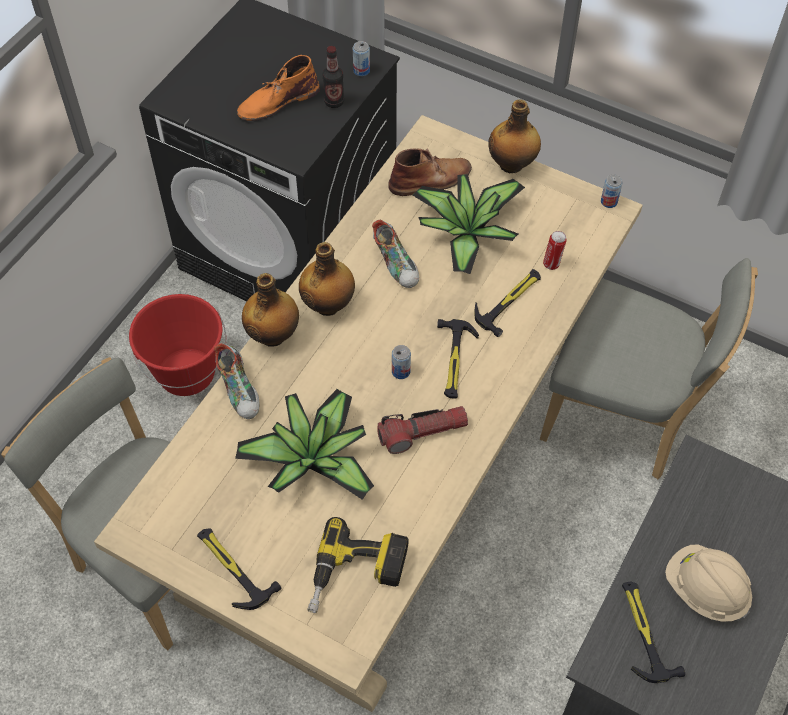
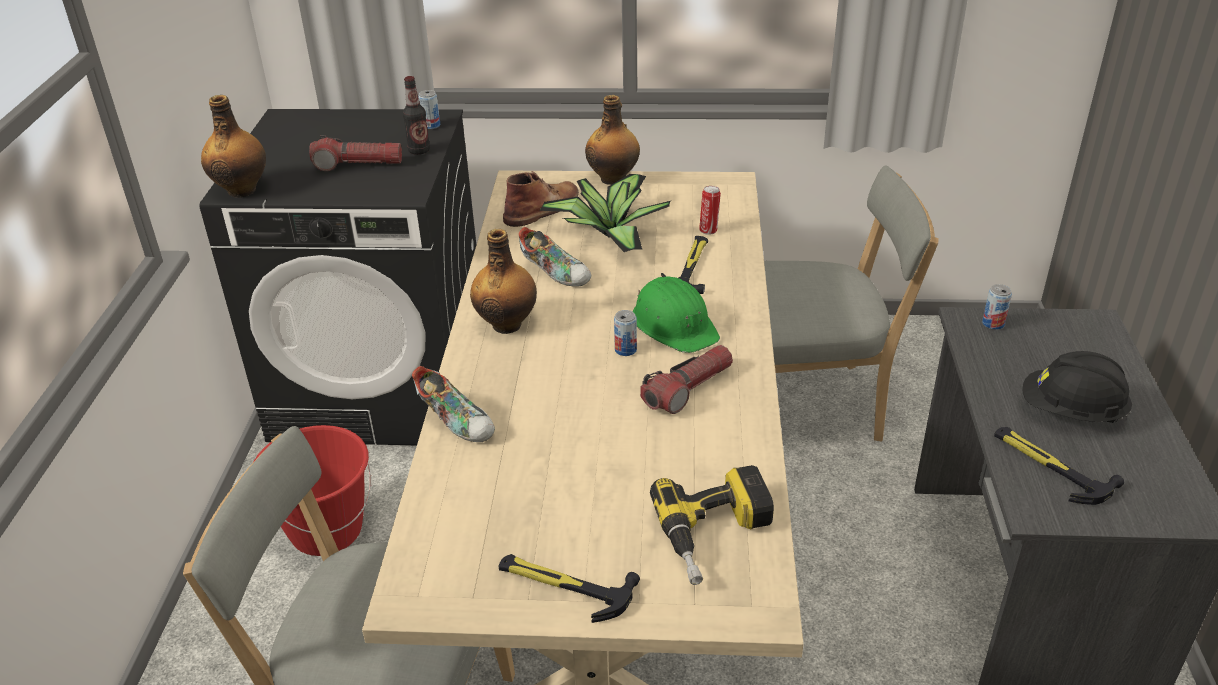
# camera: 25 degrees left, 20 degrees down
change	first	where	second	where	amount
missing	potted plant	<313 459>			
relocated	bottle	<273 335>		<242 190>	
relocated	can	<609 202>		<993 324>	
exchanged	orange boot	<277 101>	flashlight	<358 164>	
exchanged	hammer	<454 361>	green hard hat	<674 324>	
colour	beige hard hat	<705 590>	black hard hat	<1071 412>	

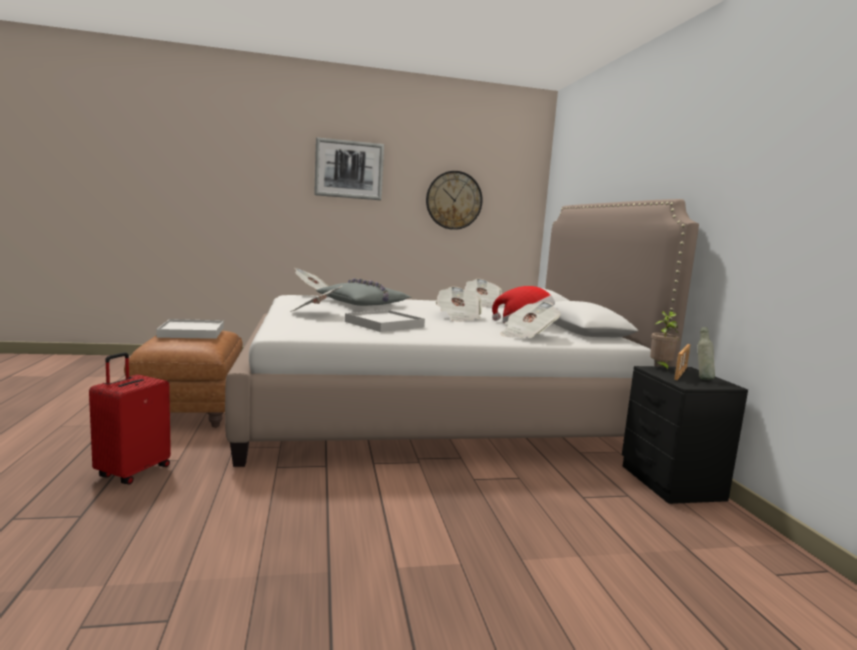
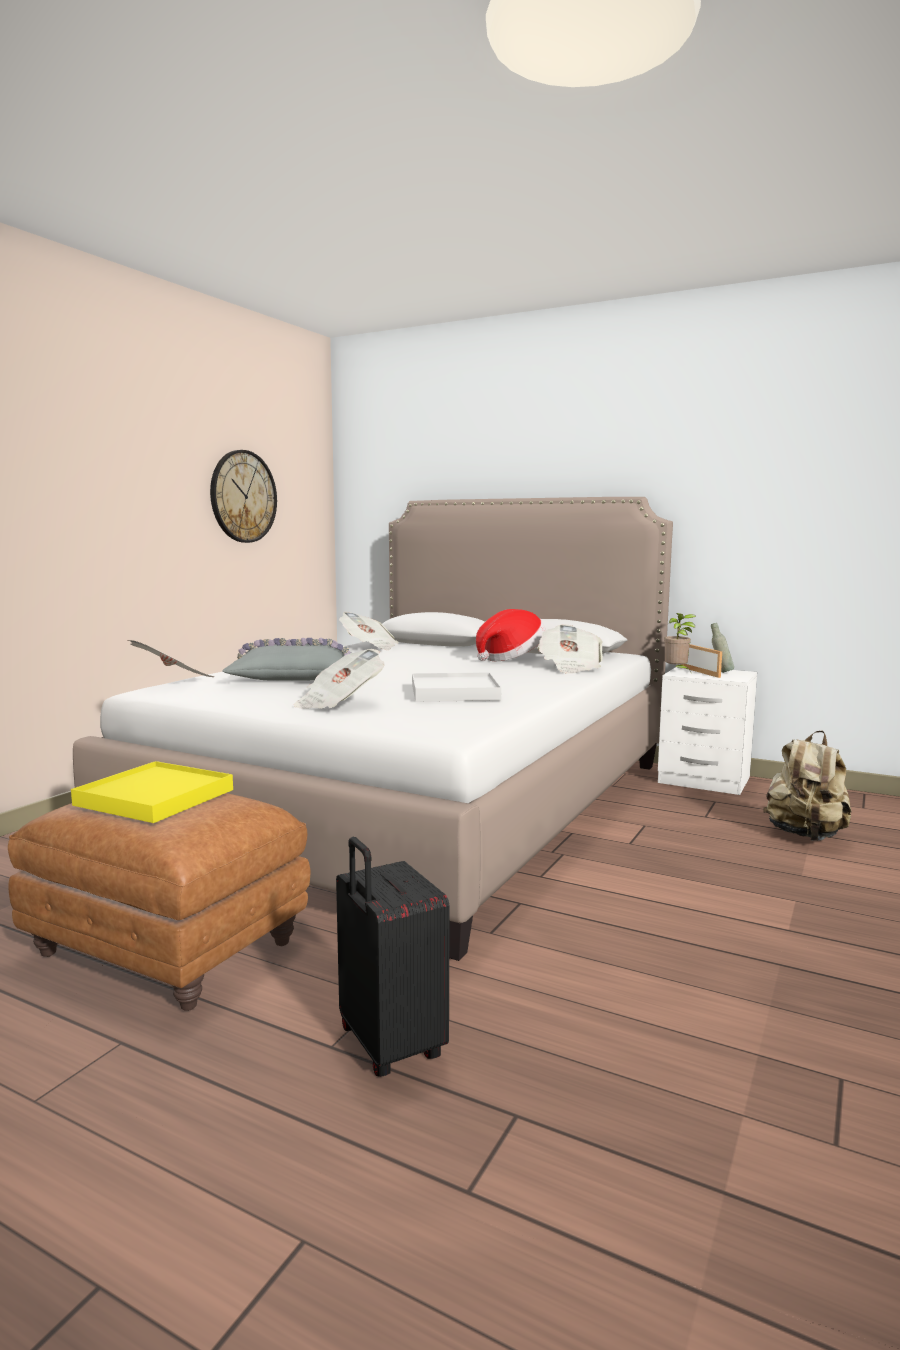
# camera: 50 degrees left, 0 degrees up
change	first	where	second	where	amount
missing	picture	<349 169>			
missing	newspaper	<458 317>			
appeared			beige backpack	<805 835>	
colour	red suitcase	<132 472>	black suitcase	<388 1045>	
colour	white tray	<192 332>	yellow tray	<155 797>	
colour	black nightstand	<671 483>	white nightstand	<705 781>	

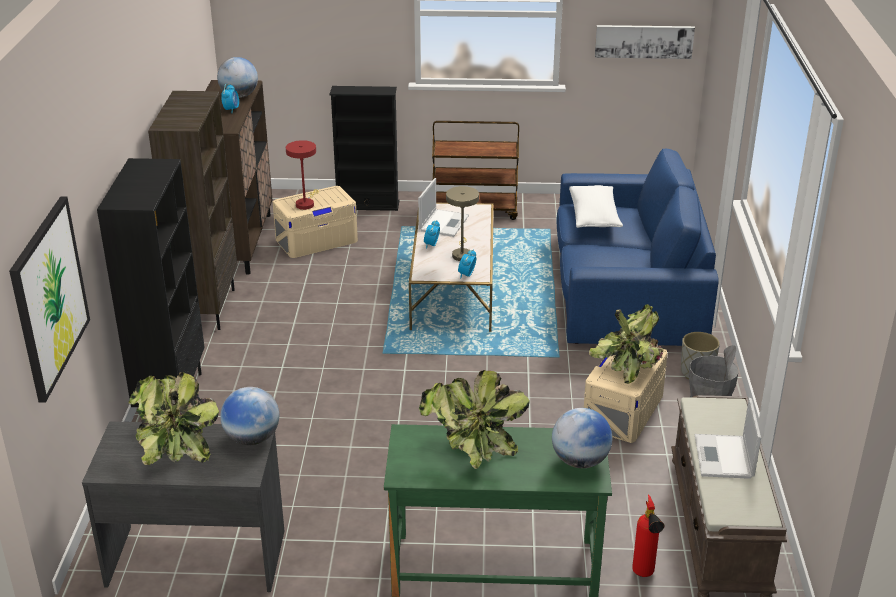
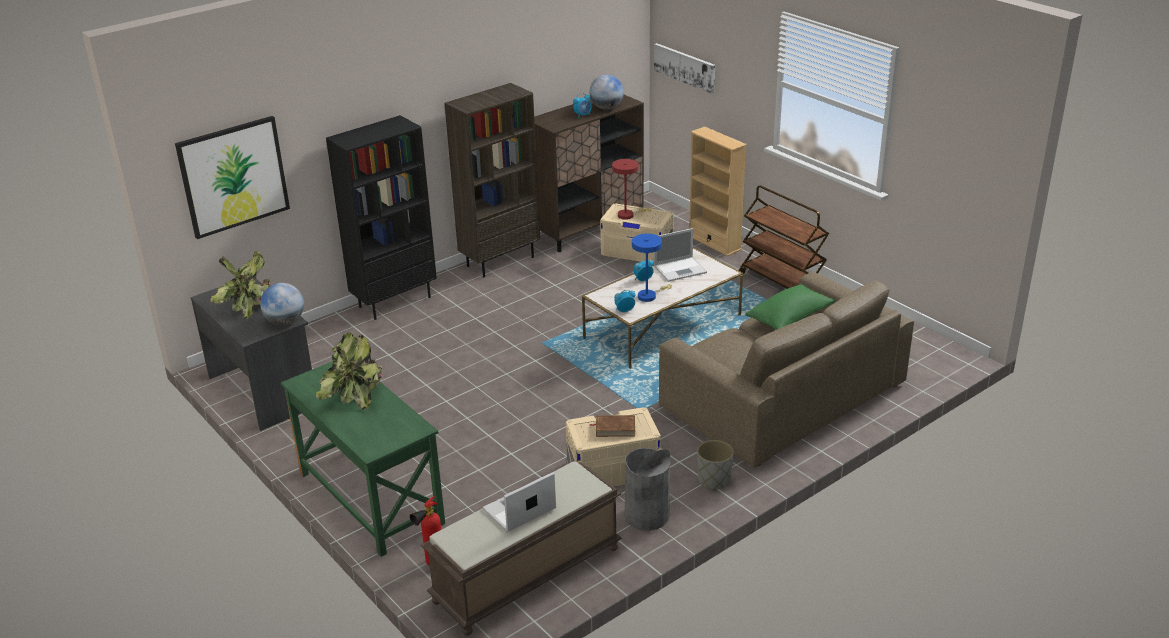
# camera: 50 degrees right, 0 degrees up
change	first	where	second	where	amount
missing	globe	<580 461>			
relocated	picture	<644 41>		<685 67>	
exchanged	potted plant	<629 364>	brown book	<615 428>	
colour	black bookcase	<367 205>	beige bookcase	<714 242>	
colour	beige table lamp	<461 254>	blue table lamp	<649 295>	
colour	blue sofa	<625 289>	brown sofa	<781 396>	
colour	white pillow	<594 217>	green pillow	<789 318>	

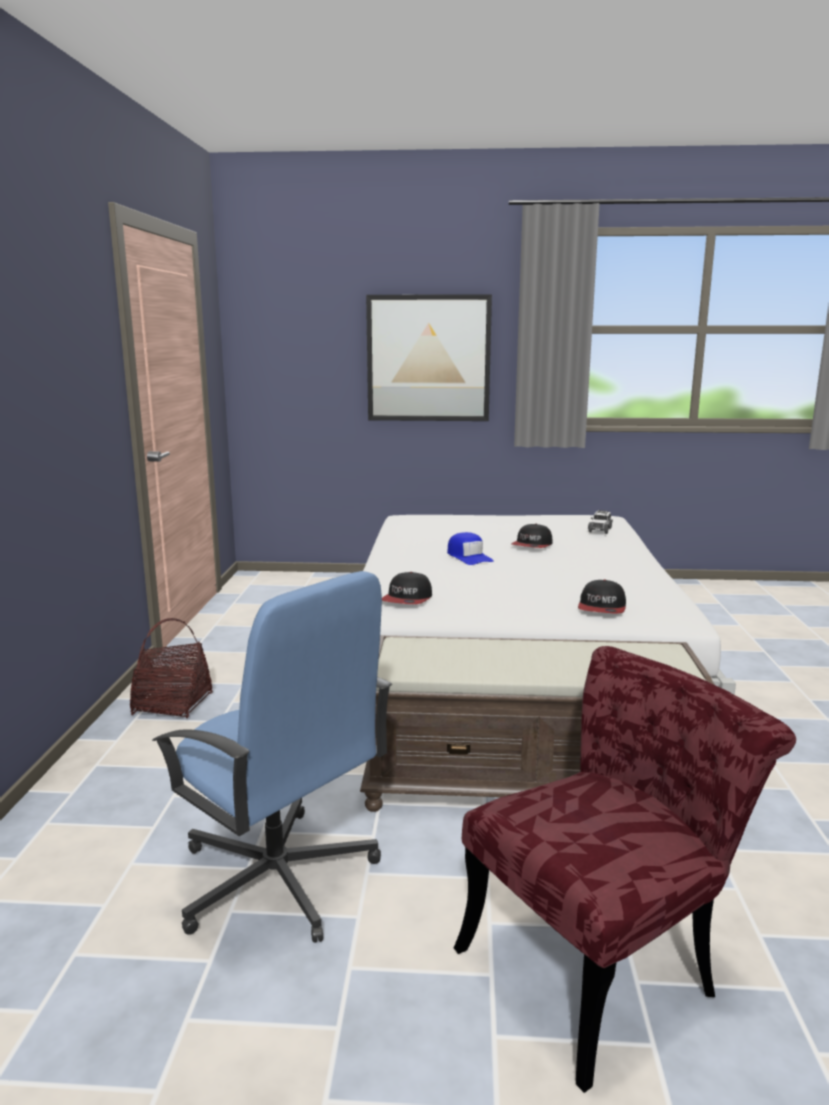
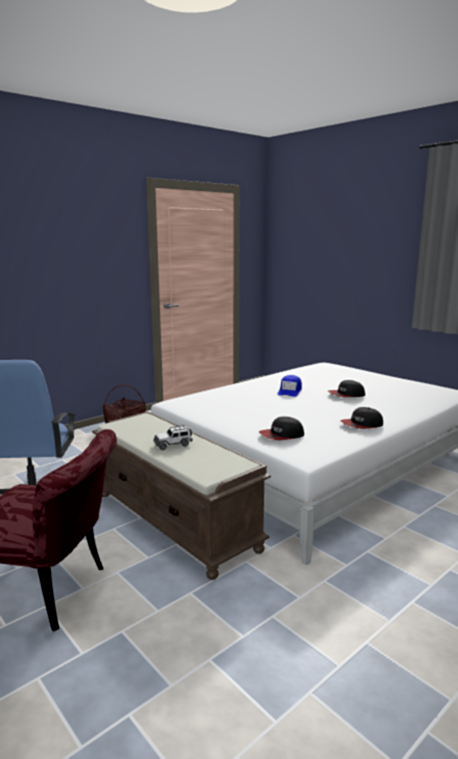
# camera: 45 degrees right, 0 degrees up
change	first	where	second	where	amount
missing	picture	<428 358>			
relocated	cap	<408 599>		<362 425>	
relocated	toy car	<600 530>		<173 444>	

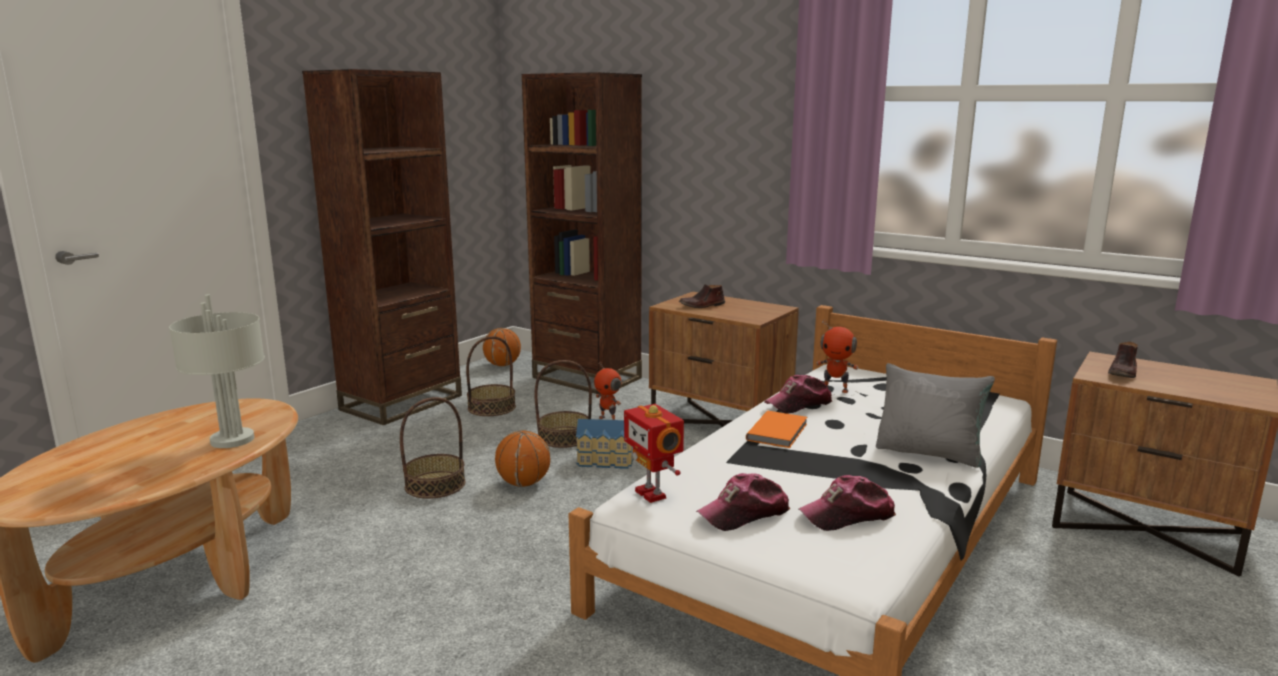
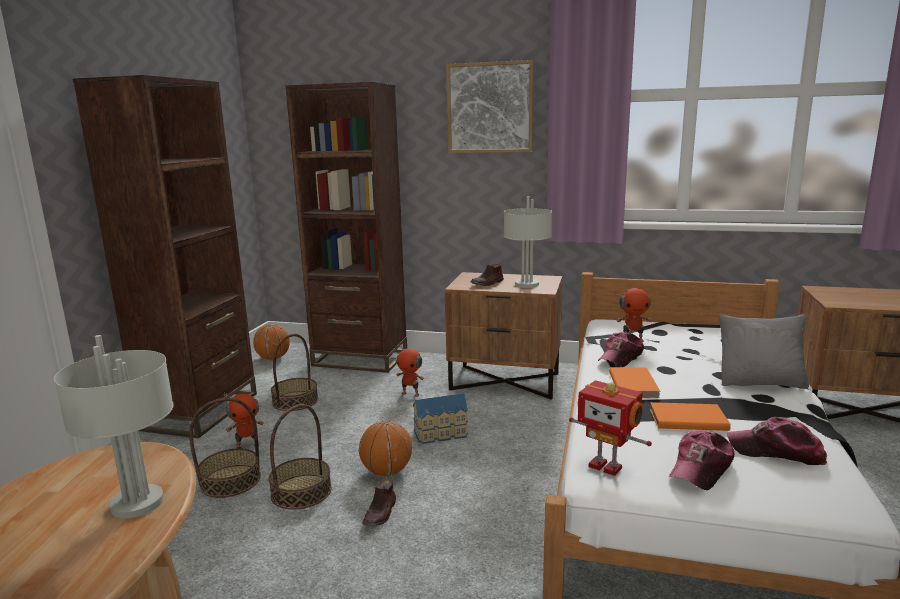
# camera: 20 degrees left, 0 degrees up
change	first	where	second	where	amount
appeared			toy robot	<247 446>	
appeared			picture	<490 108>	
appeared			grey table lamp	<526 284>	
appeared			orange book	<686 419>	
relocated	basket	<564 437>		<230 481>	
relocated	brown shoe	<1123 373>		<380 513>	
spun	cap	<847 515>		<776 451>	60 degrees clockwise

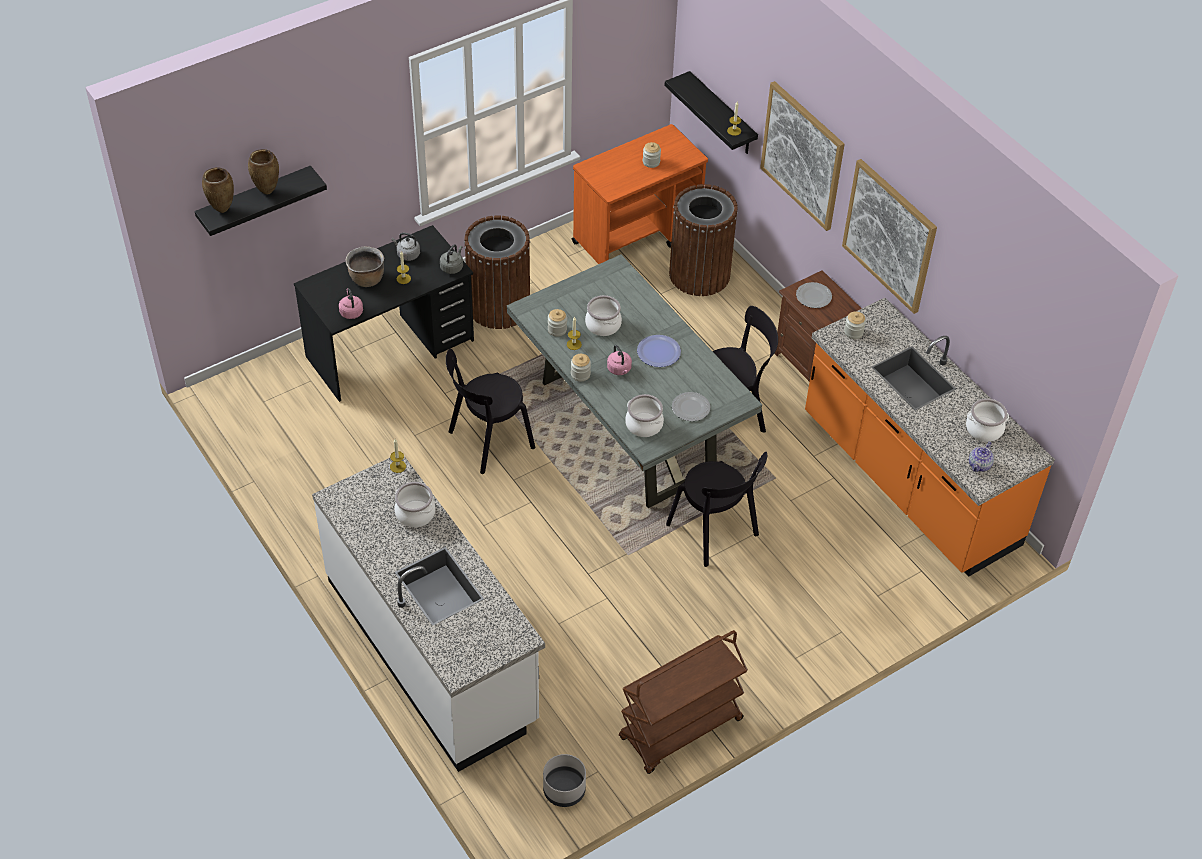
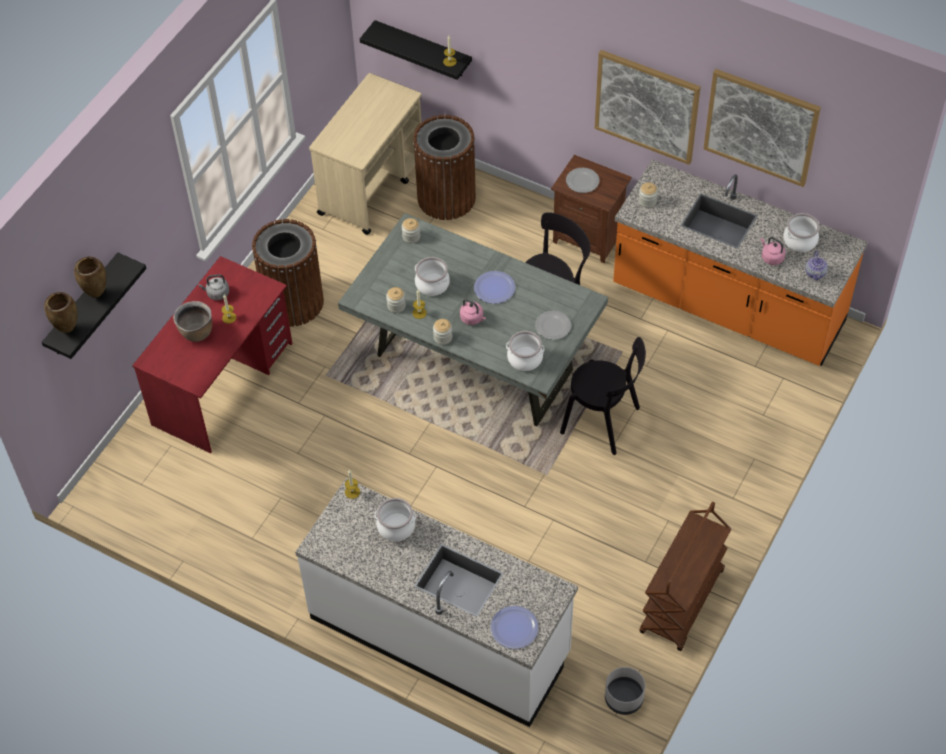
# camera: 25 degrees left, 5 degrees up
change	first	where	second	where	amount
missing	grey kettle	<452 267>			
missing	black chair	<488 441>			
appeared			plate	<514 628>	
relocated	pink kettle	<351 311>		<771 257>	
relocated	jar	<651 162>		<411 237>	
relocated	picture	<802 155>		<761 127>	
colour	black desk	<390 349>	red desk	<223 384>	
colour	orange cart	<637 238>	beige cart	<372 187>	

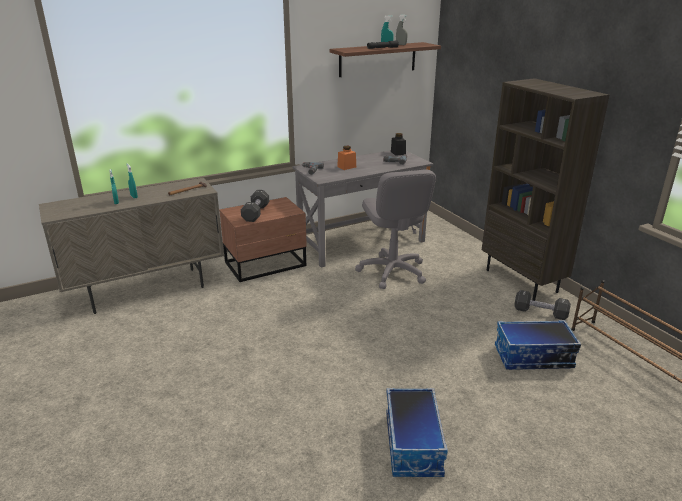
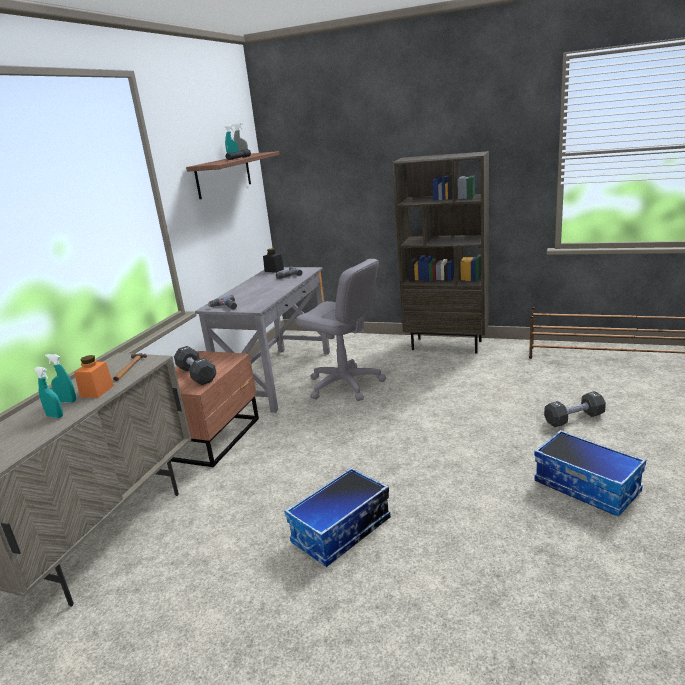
# camera: 40 degrees left, 5 degrees down
change	first	where	second	where	amount
relocated	orange jar	<346 167>		<97 391>	
relocated	storage box	<533 358>		<342 532>	
relocated	black dumbbell	<540 313>		<574 418>	

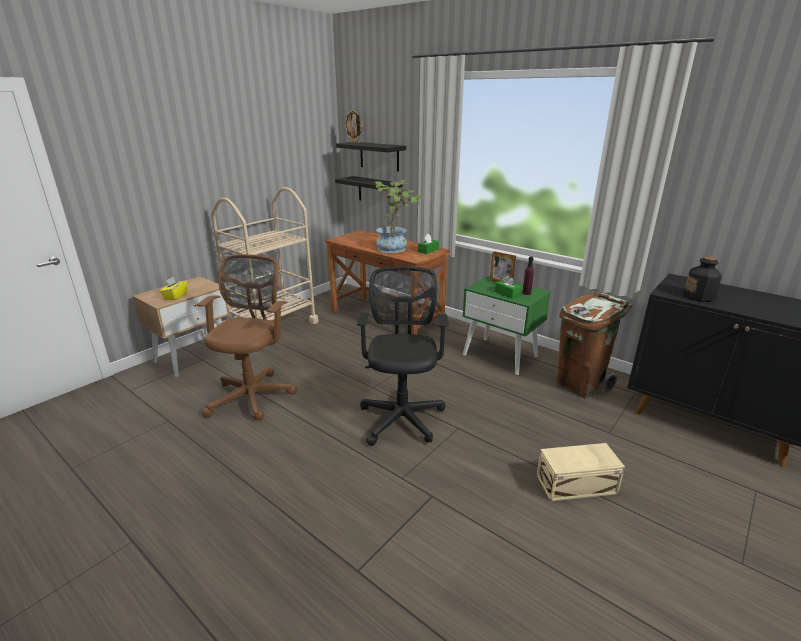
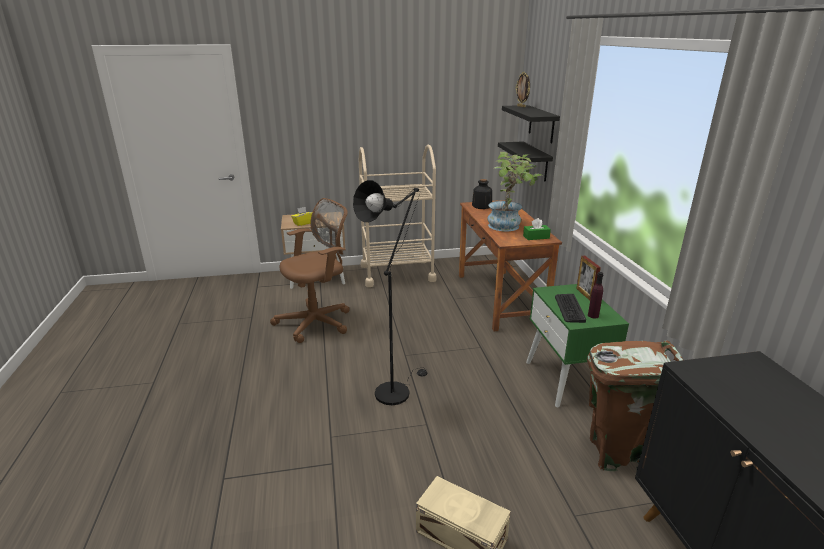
# camera: 40 degrees right, 0 degrees up
change	first	where	second	where	amount
relocated	bottle	<699 296>		<481 206>	
exchanged	black office chair	<402 416>	black floor lamp	<396 390>	
exchanged	green tissue box	<507 293>	keyboard	<569 308>	

